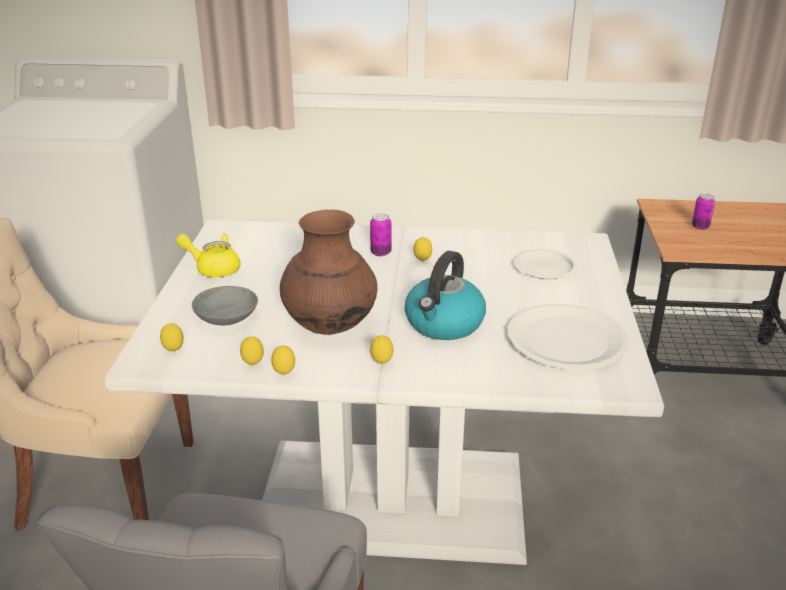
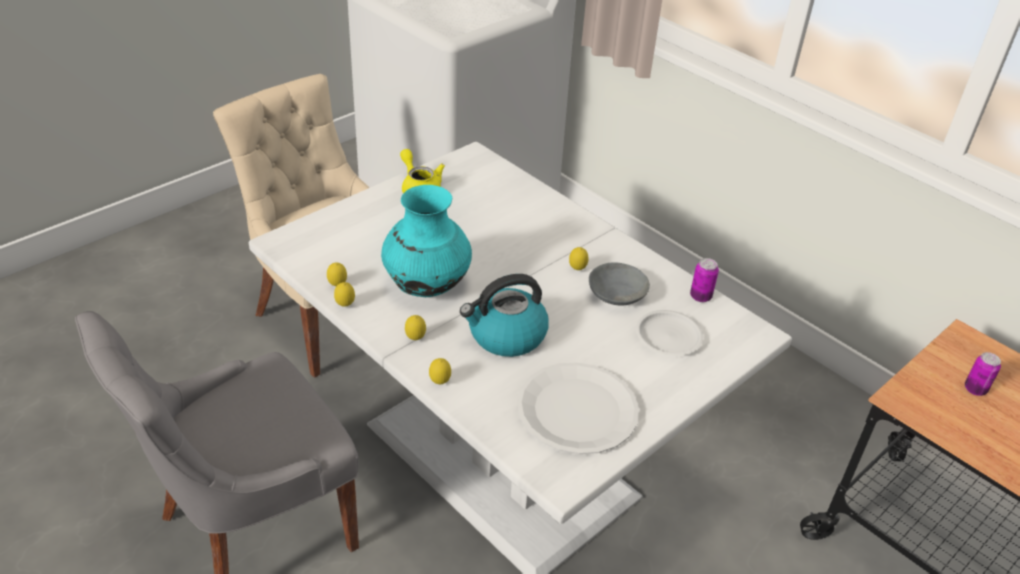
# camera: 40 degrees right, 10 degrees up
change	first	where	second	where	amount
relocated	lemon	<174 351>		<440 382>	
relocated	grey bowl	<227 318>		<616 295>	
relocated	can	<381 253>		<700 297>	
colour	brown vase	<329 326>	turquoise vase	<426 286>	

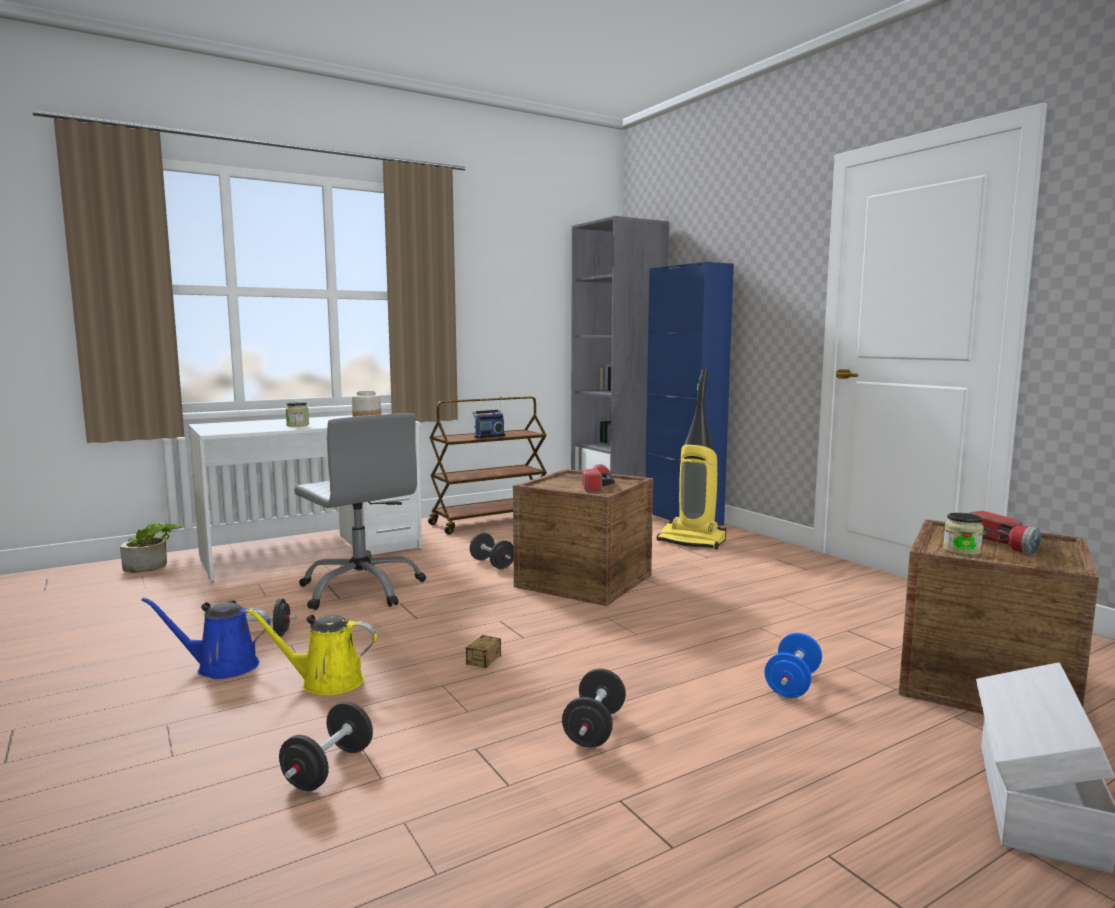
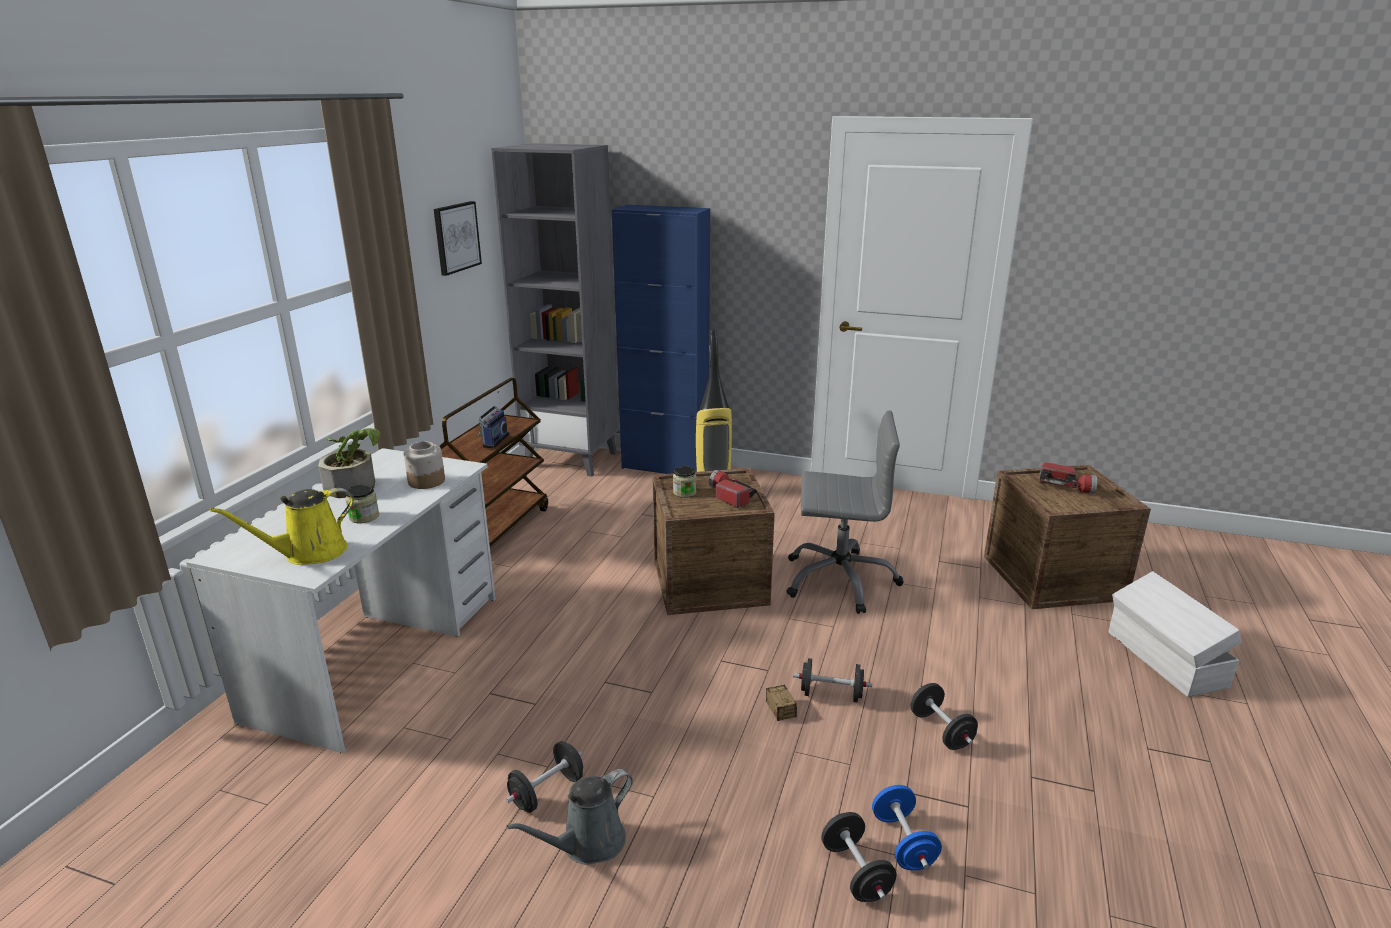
# camera: 40 degrees left, 15 degrees up
change	first	where	second	where	amount
appeared			picture	<456 237>	
relocated	potted plant	<152 565>		<355 484>	
relocated	yellow watering can	<326 682>		<309 553>	
relocated	grey office chair	<362 589>		<840 580>	
relocated	black dumbbell	<492 564>		<831 694>	
relocated	blue dumbbell	<792 684>		<903 843>	
relocated	jar	<961 551>		<684 492>	
colour	blue watering can	<221 667>	grey watering can	<588 843>	

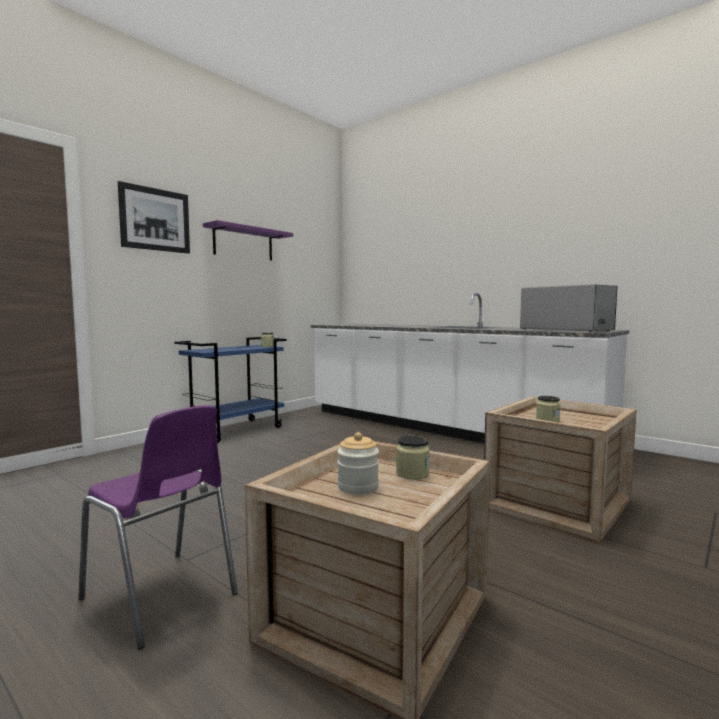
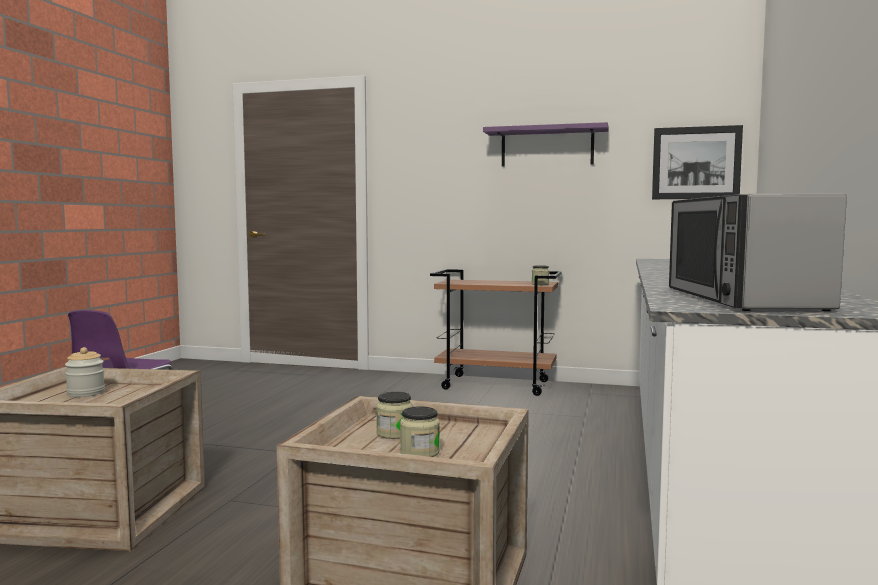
# camera: 65 degrees right, 0 degrees up
change	first	where	second	where	amount
relocated	picture	<155 219>		<696 163>	
relocated	jar	<412 474>		<419 452>	
colour	blue cart	<236 430>	brown cart	<497 385>	
spun	microwave	<565 330>		<741 299>	150 degrees clockwise

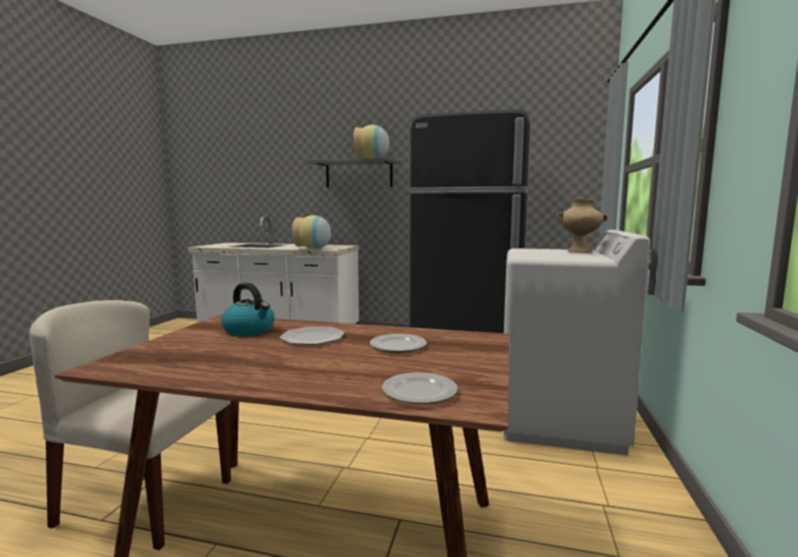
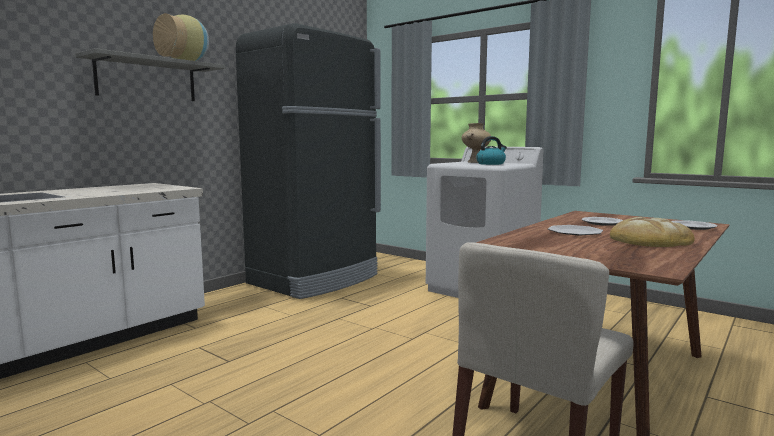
# camera: 65 degrees left, 0 degrees up
change	first	where	second	where	amount
missing	vase	<313 249>			
appeared			bread	<649 240>	
relocated	kettle	<250 330>		<491 164>	

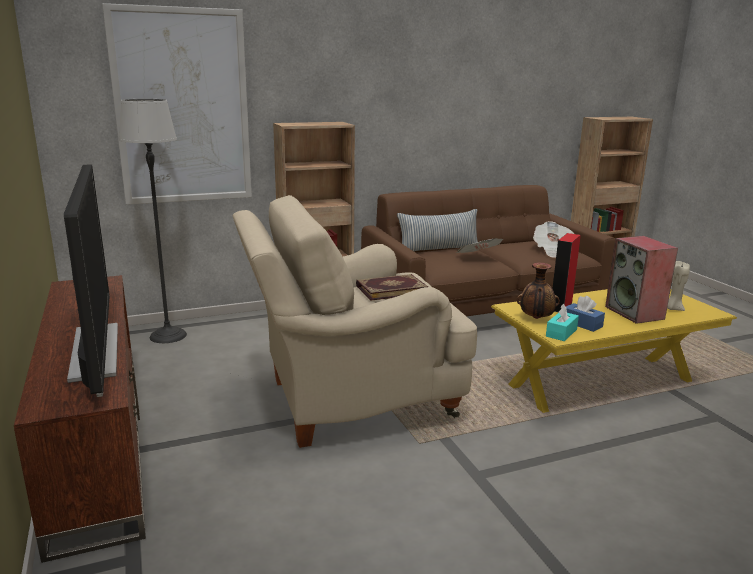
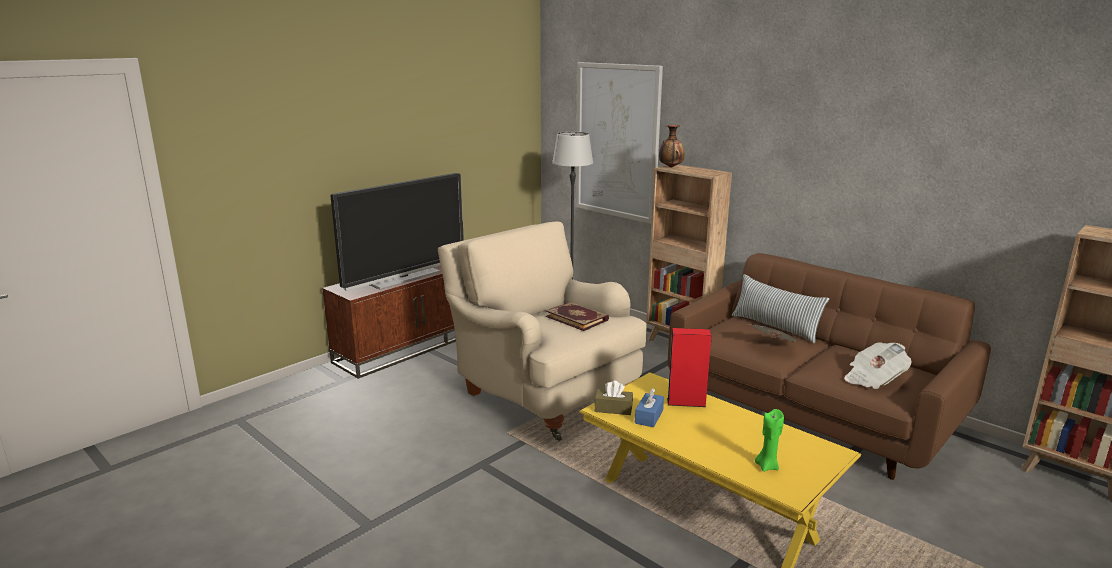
# camera: 65 degrees right, 0 degrees up
change	first	where	second	where	amount
missing	speaker	<635 313>			
relocated	vase	<536 318>		<670 167>	
colour	turquoise tissue box	<561 333>	brown tissue box	<613 409>	
colour	beige candle	<673 308>	green candle	<767 466>	

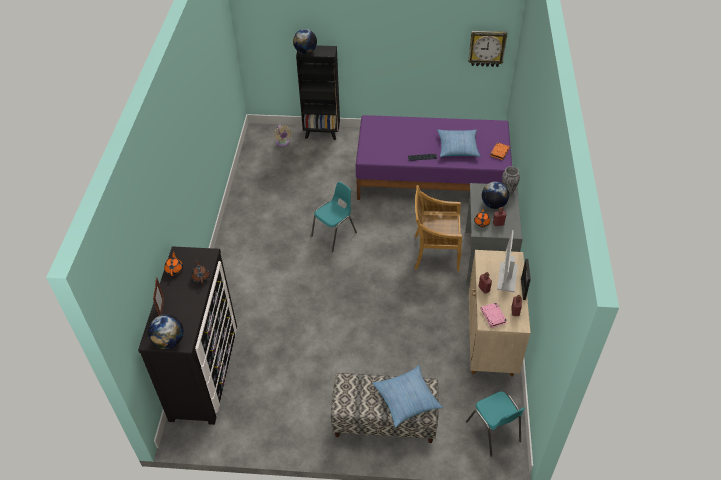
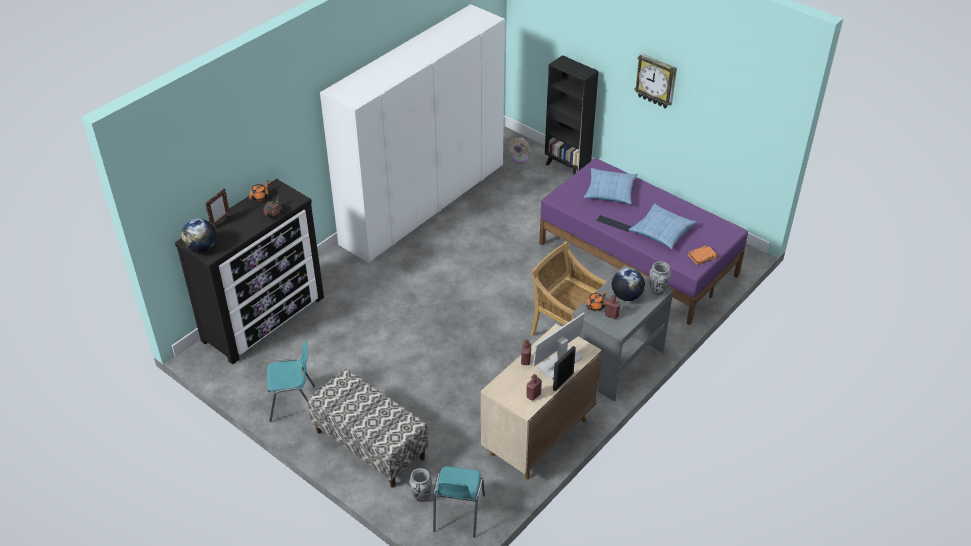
# camera: 35 degrees right, 5 degrees down
change	first	where	second	where	amount
missing	globe	<305 51>			
missing	pink book	<493 316>			
appeared			white wardrobe	<424 203>	
appeared			vase	<421 497>	
relocated	turquoise chair	<335 234>		<293 403>	
relocated	pillow	<407 399>		<610 191>	
relocated	wall clock	<487 48>		<656 81>	

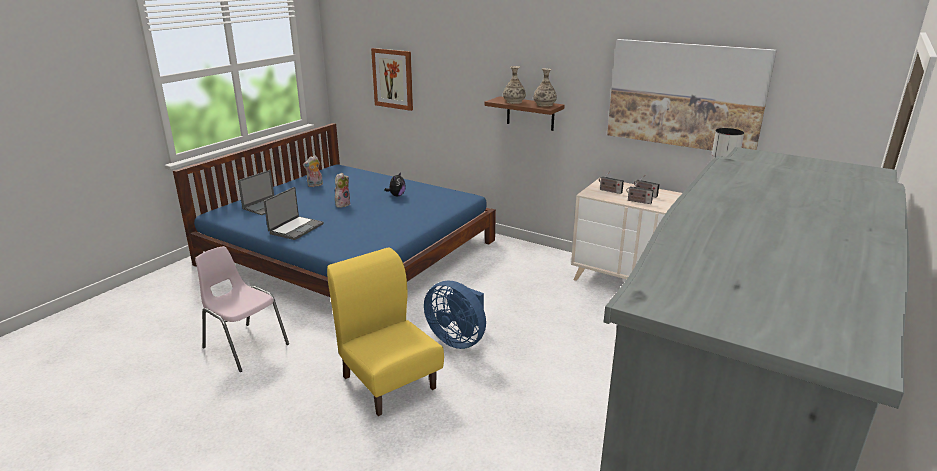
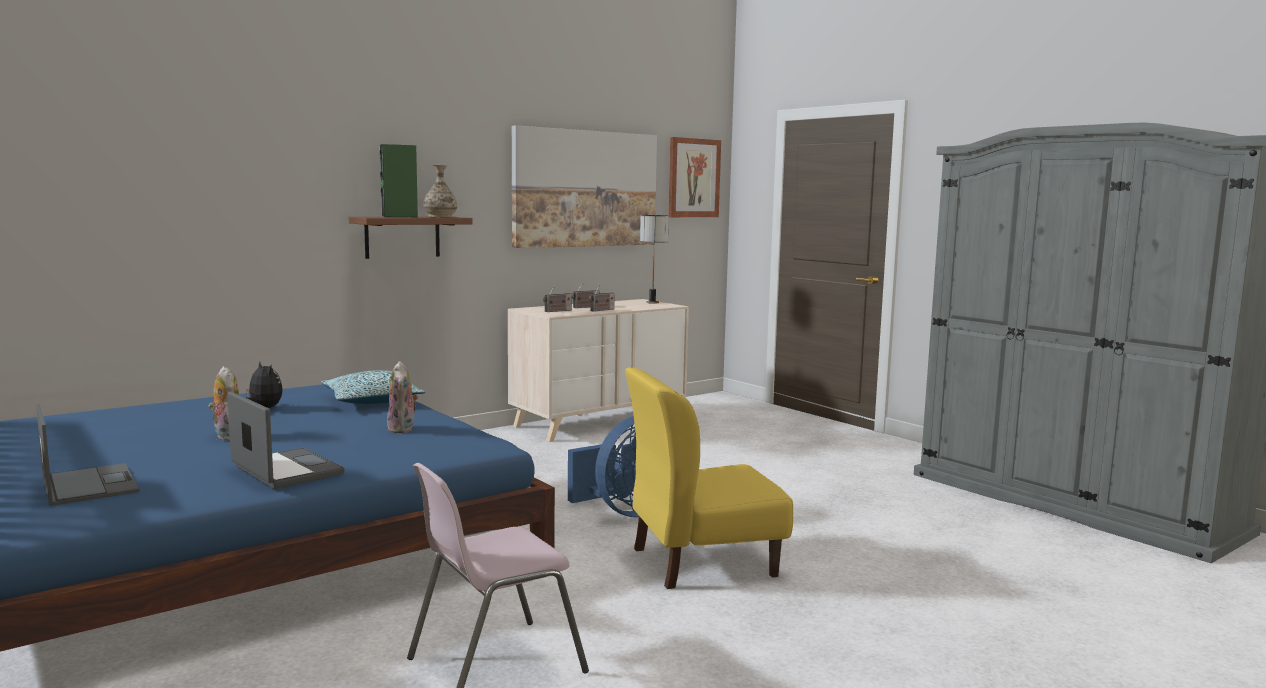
# camera: 70 degrees left, 15 degrees down
change	first	where	second	where	amount
appeared			pillow	<372 401>	
relocated	plush toy	<315 185>		<403 429>	
relocated	picture	<393 79>		<693 178>	
exchanged	vase	<514 102>	green speaker	<399 217>	

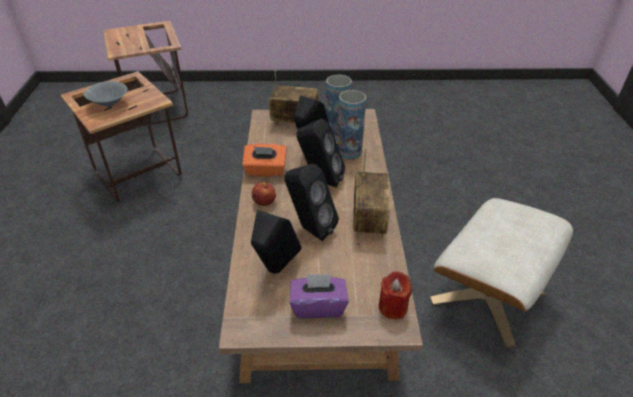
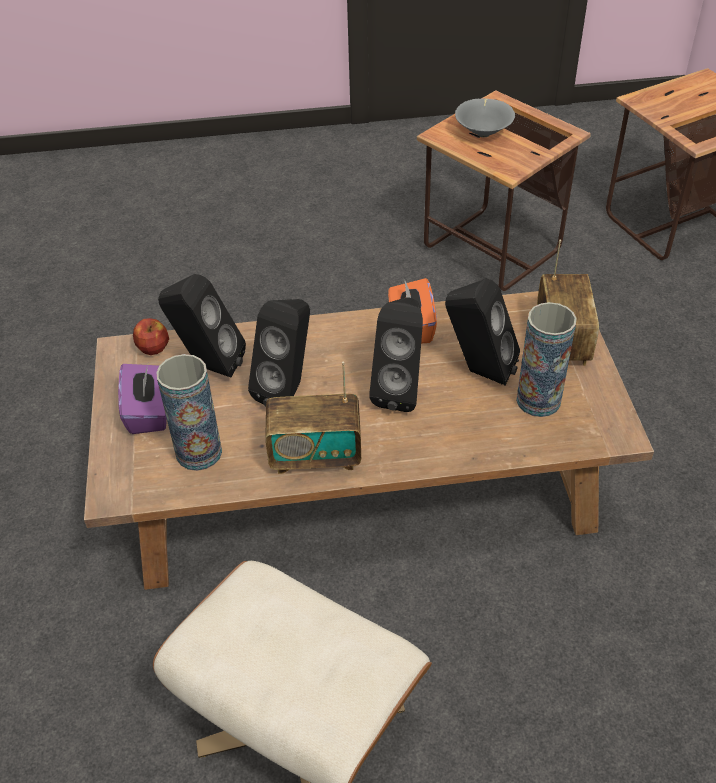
# camera: 85 degrees right, 5 degrees up
change	first	where	second	where	amount
missing	red candle	<392 307>			
relocated	apple	<264 202>		<153 348>	
relocated	vase	<349 151>		<199 452>	

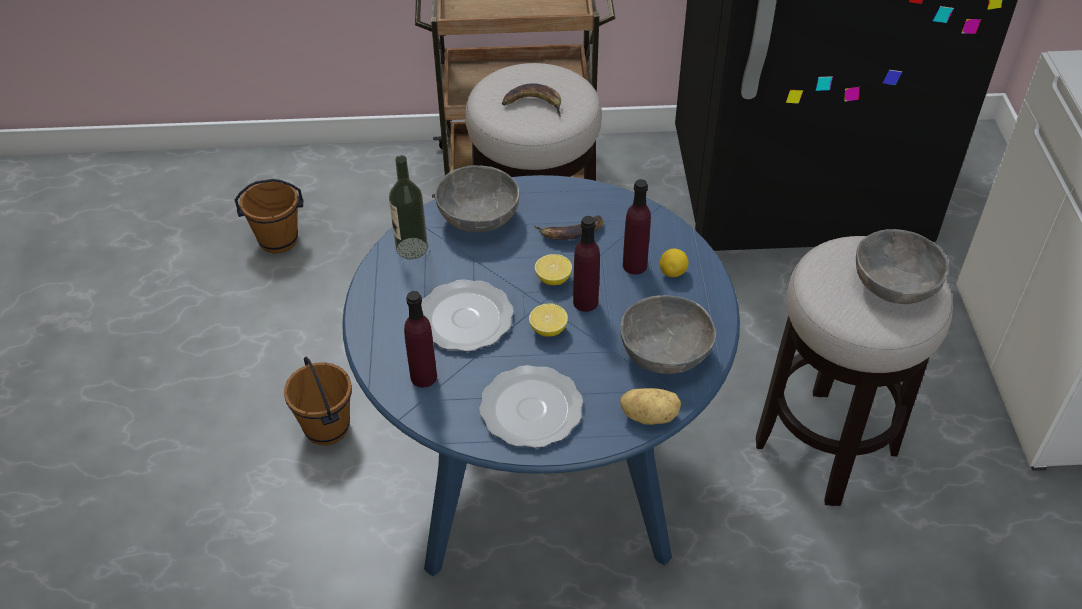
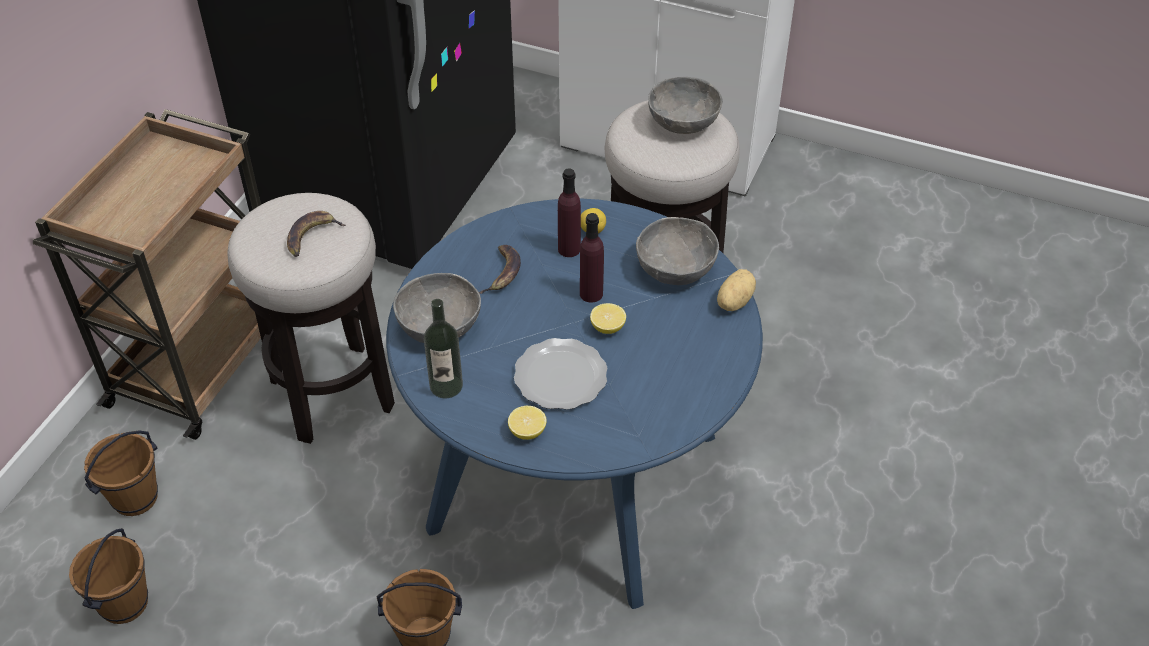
# camera: 65 degrees left, 0 degrees up
change	first	where	second	where	amount
missing	purple bottle	<423 377>			
missing	plate	<530 410>			
appeared			brown bucket	<135 498>	
relocated	lemon	<553 279>		<527 432>	

